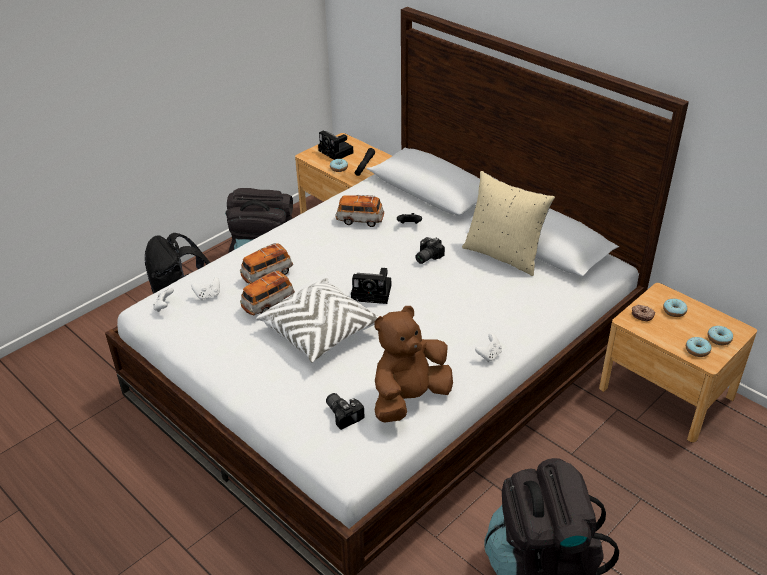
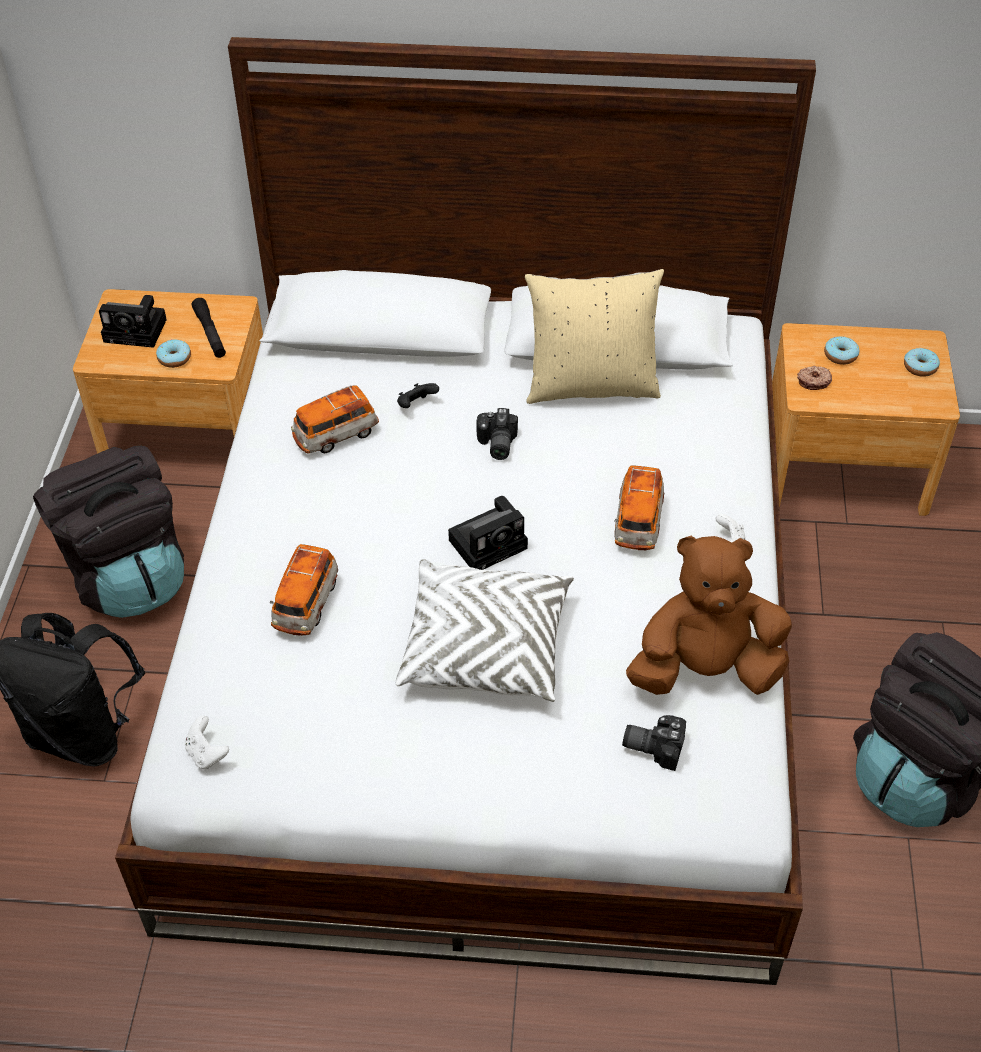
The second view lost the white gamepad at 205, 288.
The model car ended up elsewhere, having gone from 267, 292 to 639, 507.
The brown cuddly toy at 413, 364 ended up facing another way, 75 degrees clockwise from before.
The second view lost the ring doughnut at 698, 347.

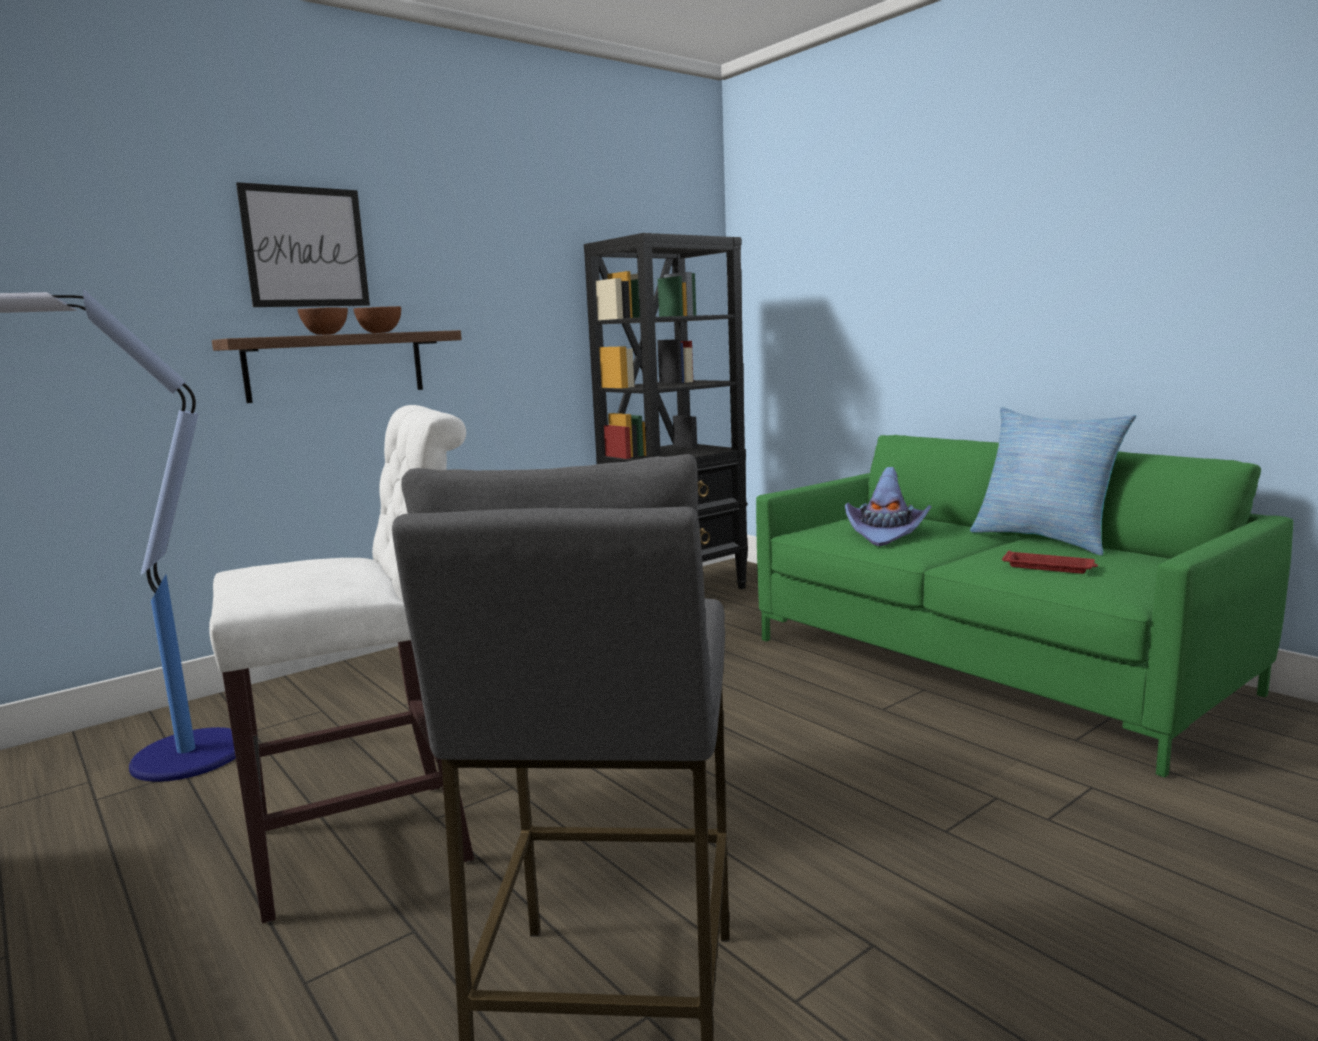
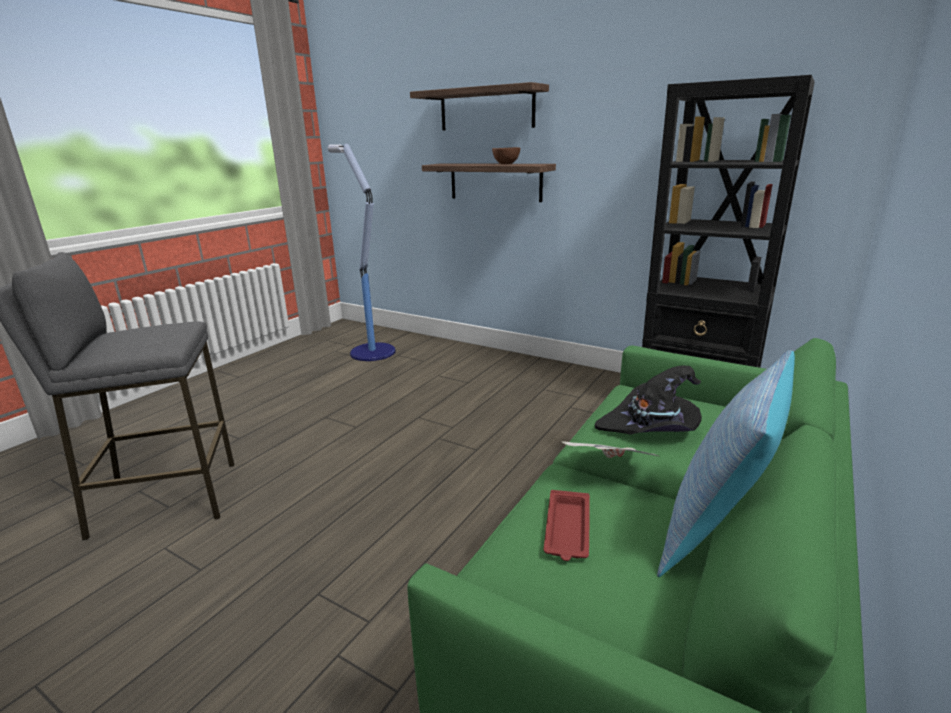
The second view lost the white stool at 341, 664.
Where the picture hung at 303, 244, the wall shelf came to hang at 479, 106.
The second view lost the brown deep dish at 322, 321.
What was the purple-coloured wearable hat at 888, 506 turned into the black-coloured wearable hat at 648, 400.
The second view gained the newspaper at 611, 449.

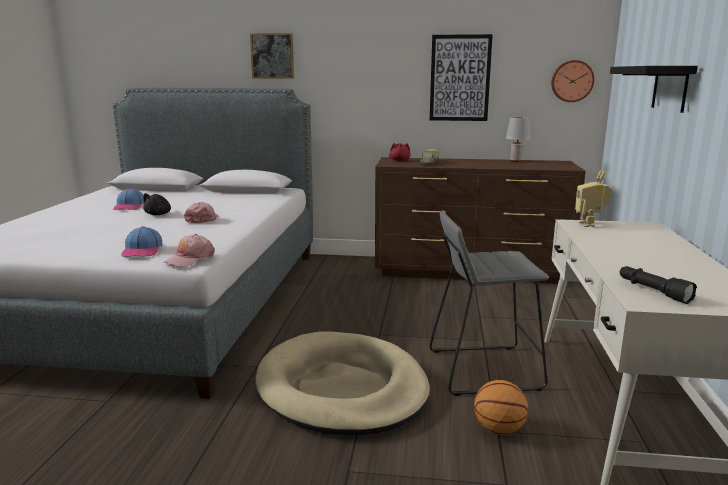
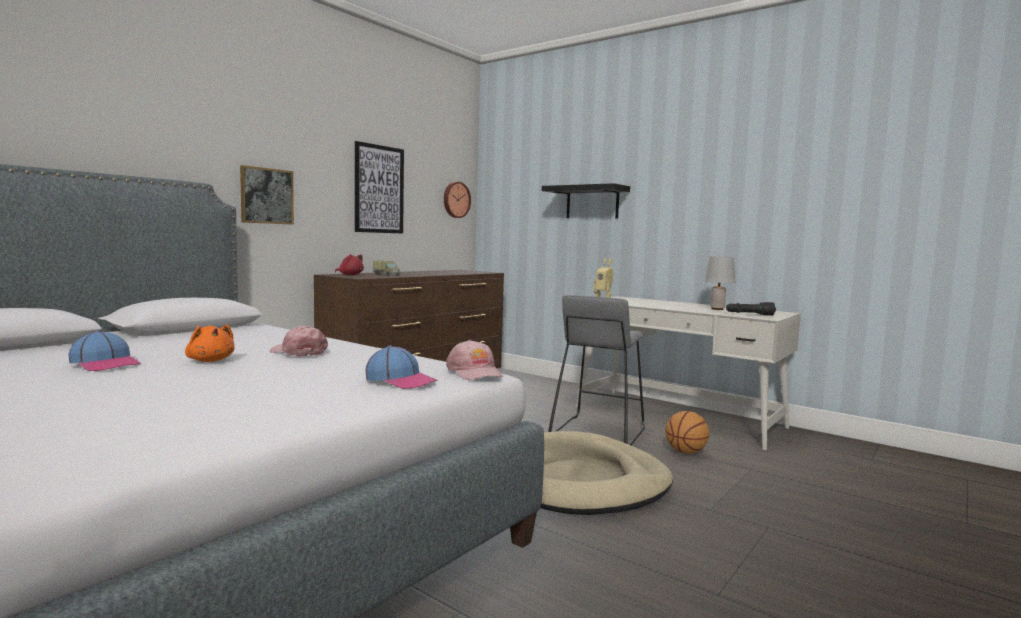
What was the black-coloured cuddly toy at 157, 204 turned into the orange cuddly toy at 210, 343.
The picture ended up elsewhere, having gone from 272, 55 to 267, 195.
The grey table lamp ended up elsewhere, having gone from 518, 139 to 720, 283.

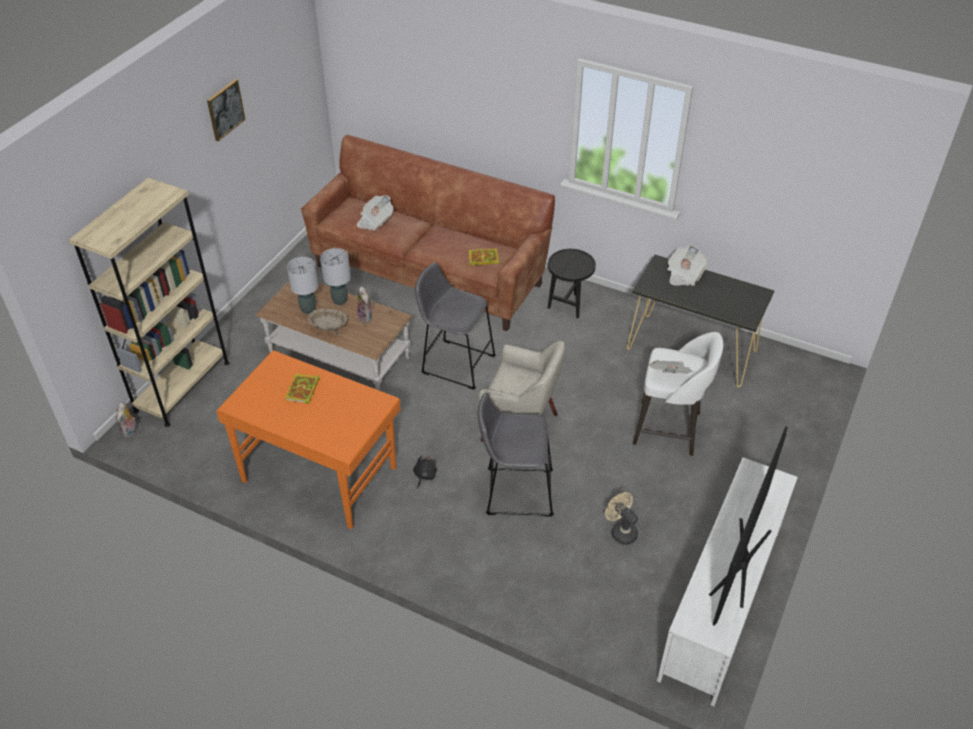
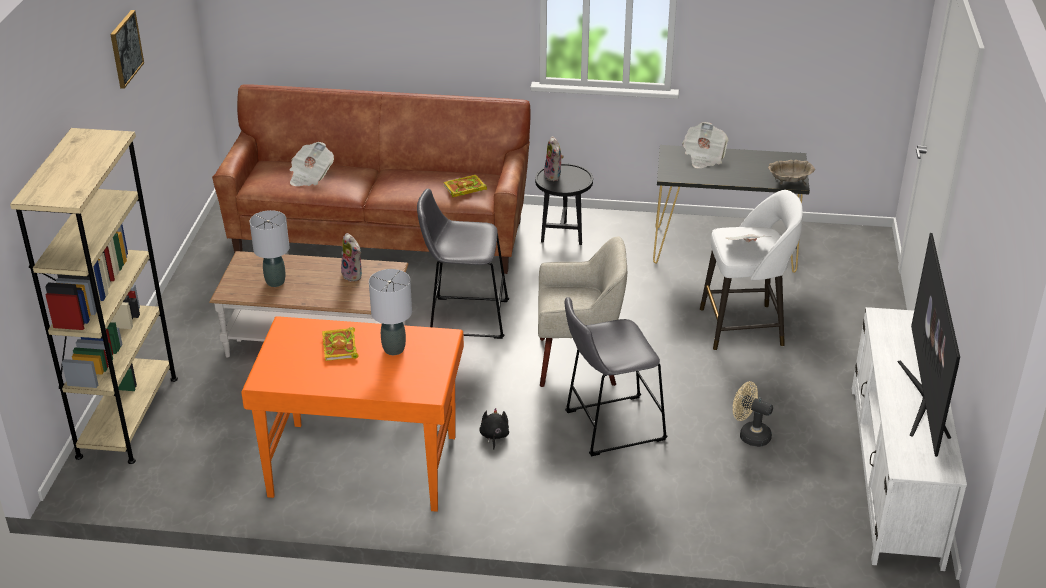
The cuddly toy ended up elsewhere, having gone from 126, 420 to 554, 158.
The beige deep dish ended up elsewhere, having gone from 327, 321 to 791, 173.
The grey table lamp ended up elsewhere, having gone from 335, 276 to 390, 312.

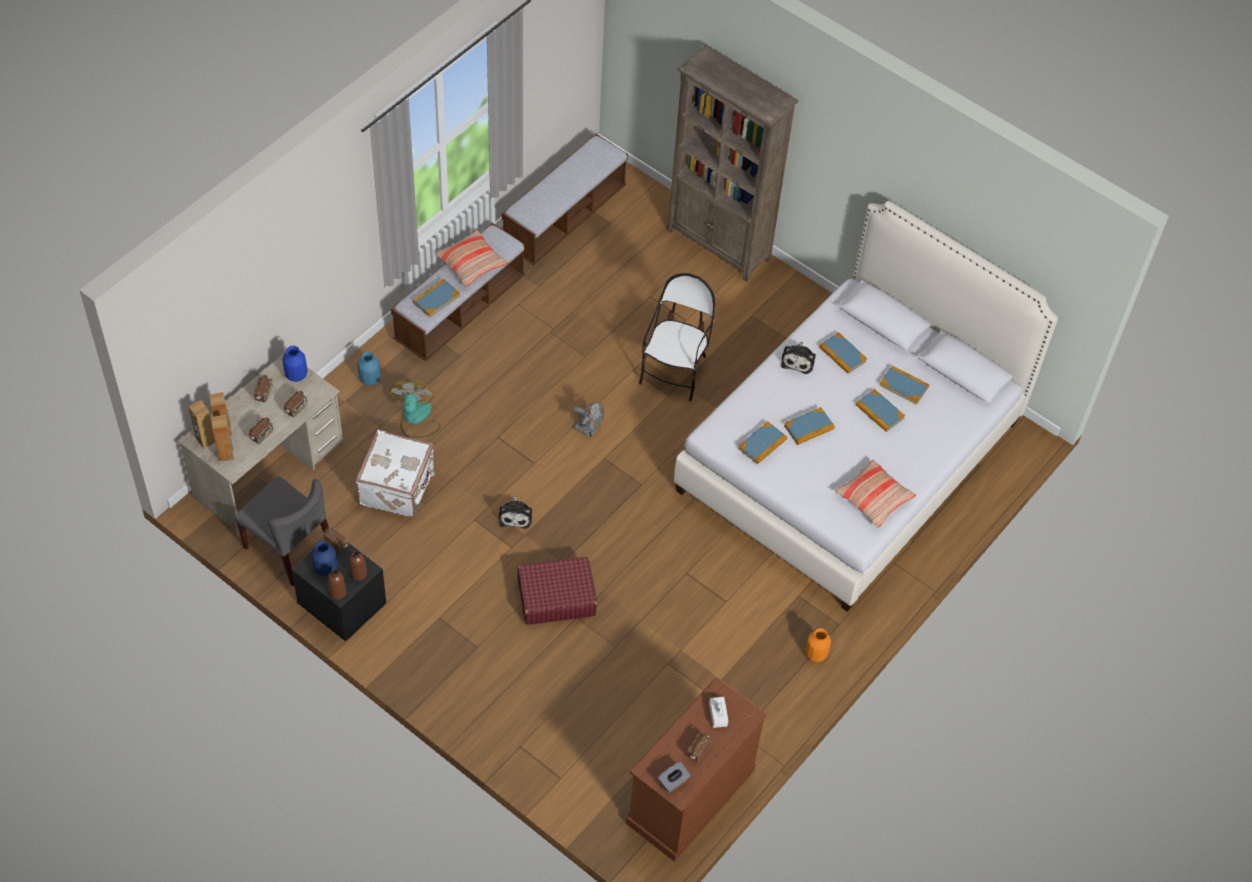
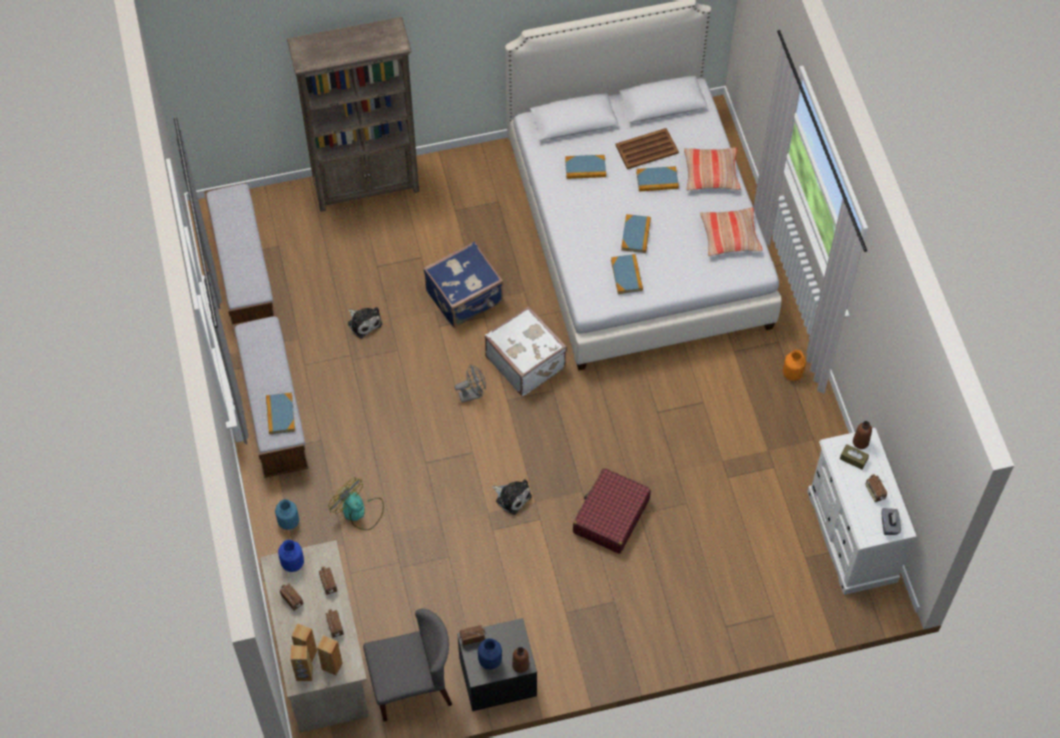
The brown drink bottle ended up elsewhere, having gone from 358, 565 to 862, 435.
The white piece of luggage ended up elsewhere, having gone from 396, 474 to 526, 351.
The pillow ended up elsewhere, having gone from 471, 258 to 712, 169.
What was the brown dresser at 696, 770 turned into the white dresser at 862, 511.
Where the plain chair stood at 677, 337, the blue piece of luggage came to stand at 463, 285.
What was the white tissue holder at 718, 712 turned into the brown tissue holder at 854, 457.
The cuddly toy ended up elsewhere, having gone from 798, 357 to 365, 323.
Where the book stood at 904, 385, the brown tray came to stand at 647, 148.

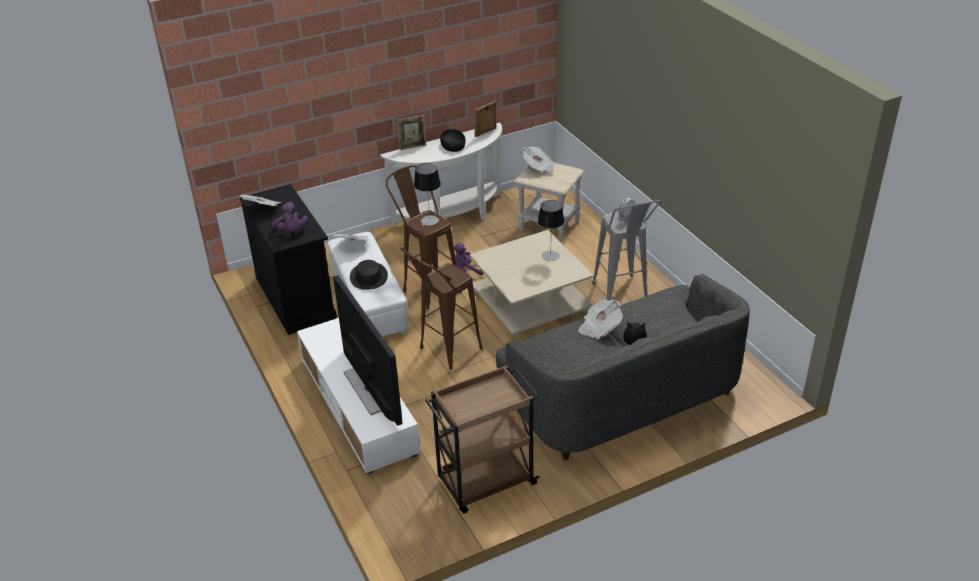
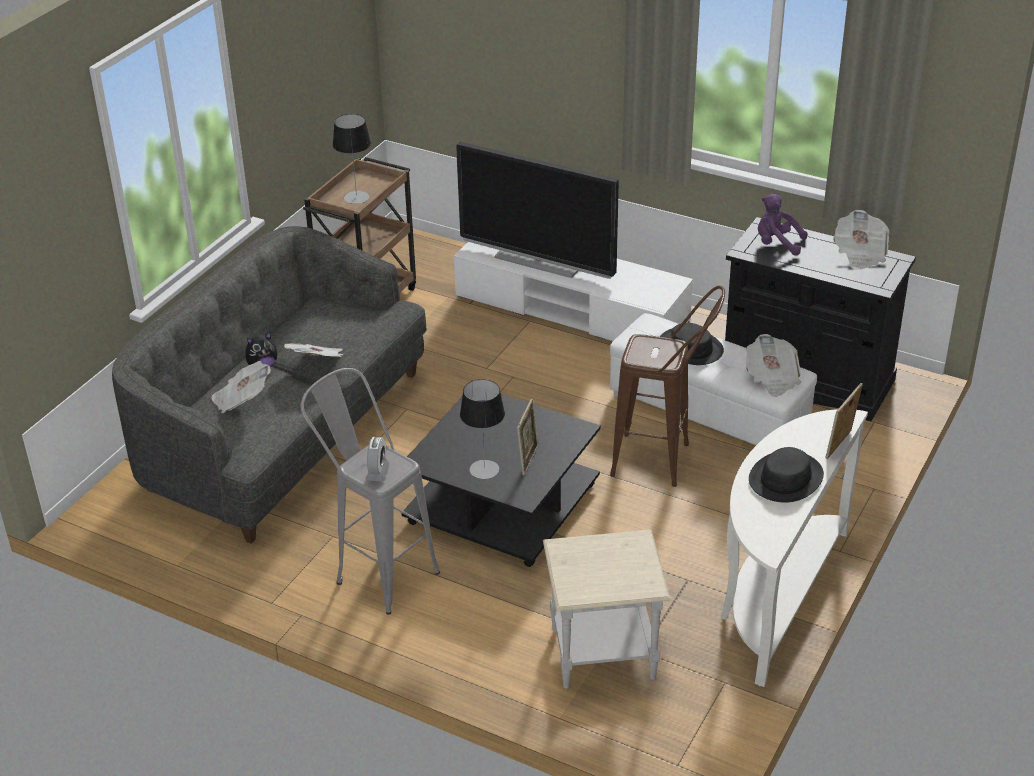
The second view lost the brown stool at 441, 308.
The table lamp ended up elsewhere, having gone from 427, 194 to 352, 159.
Where the black-coloured deep dish stood at 453, 140, the black-coloured wearable hat came to stand at 786, 475.
The second view lost the purple-coloured cuddly toy at 469, 259.
What was the beige coffee table at 531, 284 turned into the black-coloured coffee table at 501, 480.
The picture frame ended up elsewhere, having gone from 486, 119 to 527, 437.
The newspaper ended up elsewhere, having gone from 538, 160 to 241, 387.

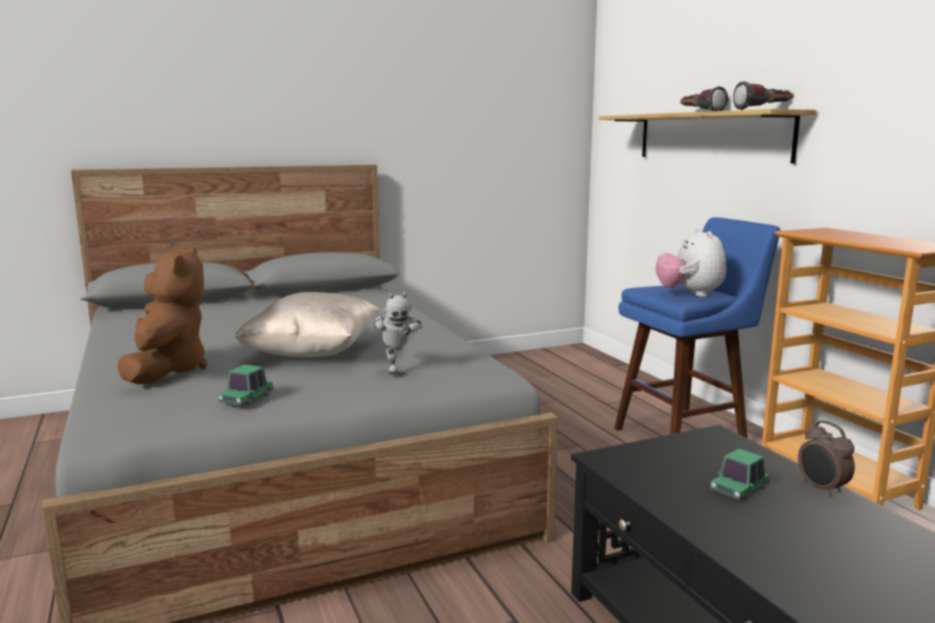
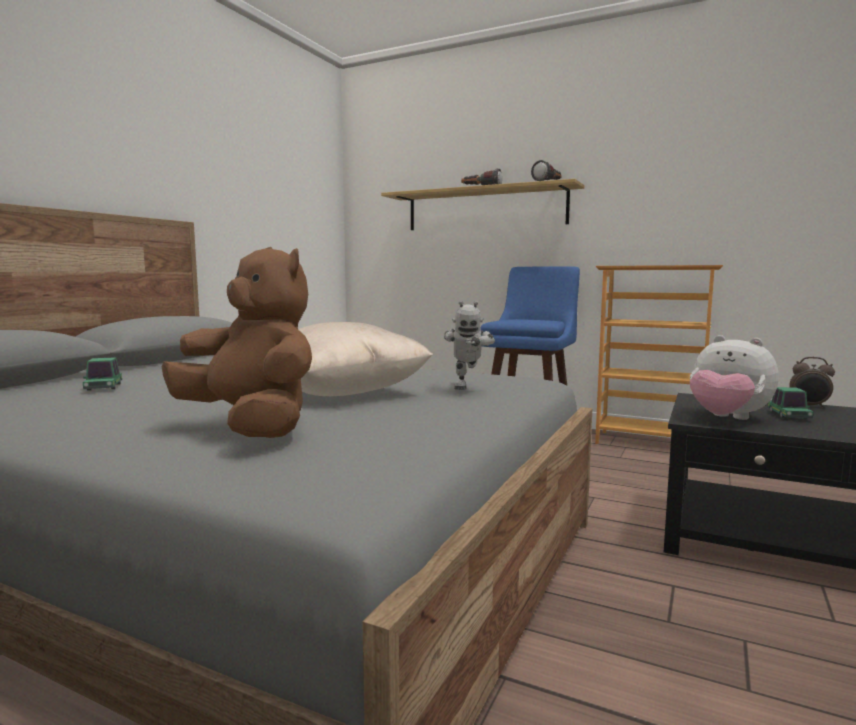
The model car ended up elsewhere, having gone from 246, 385 to 102, 374.
The toy robot at 398, 333 ended up facing another way, 60 degrees clockwise from before.
The cuddly toy ended up elsewhere, having gone from 690, 262 to 734, 377.

